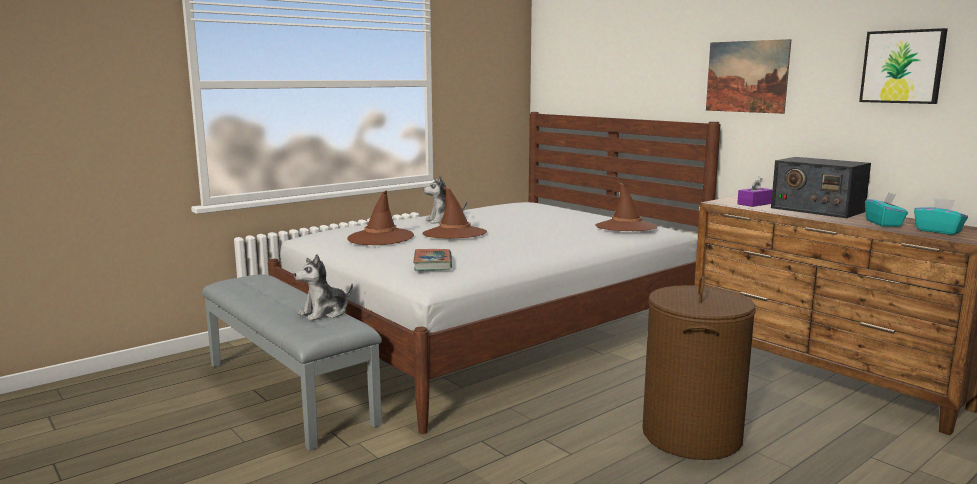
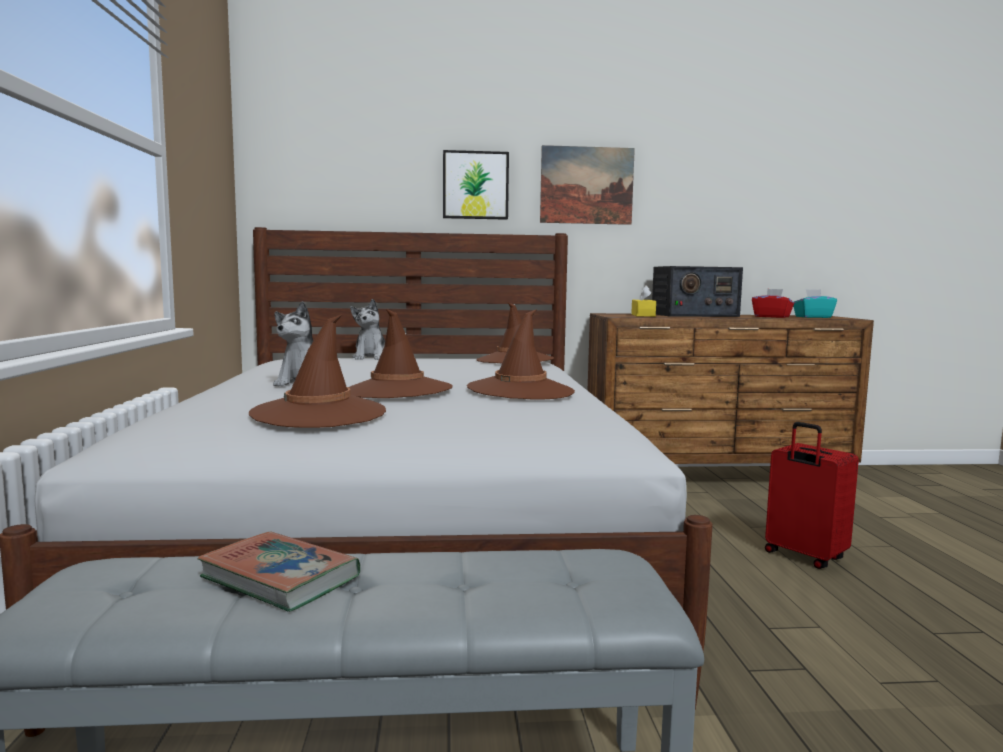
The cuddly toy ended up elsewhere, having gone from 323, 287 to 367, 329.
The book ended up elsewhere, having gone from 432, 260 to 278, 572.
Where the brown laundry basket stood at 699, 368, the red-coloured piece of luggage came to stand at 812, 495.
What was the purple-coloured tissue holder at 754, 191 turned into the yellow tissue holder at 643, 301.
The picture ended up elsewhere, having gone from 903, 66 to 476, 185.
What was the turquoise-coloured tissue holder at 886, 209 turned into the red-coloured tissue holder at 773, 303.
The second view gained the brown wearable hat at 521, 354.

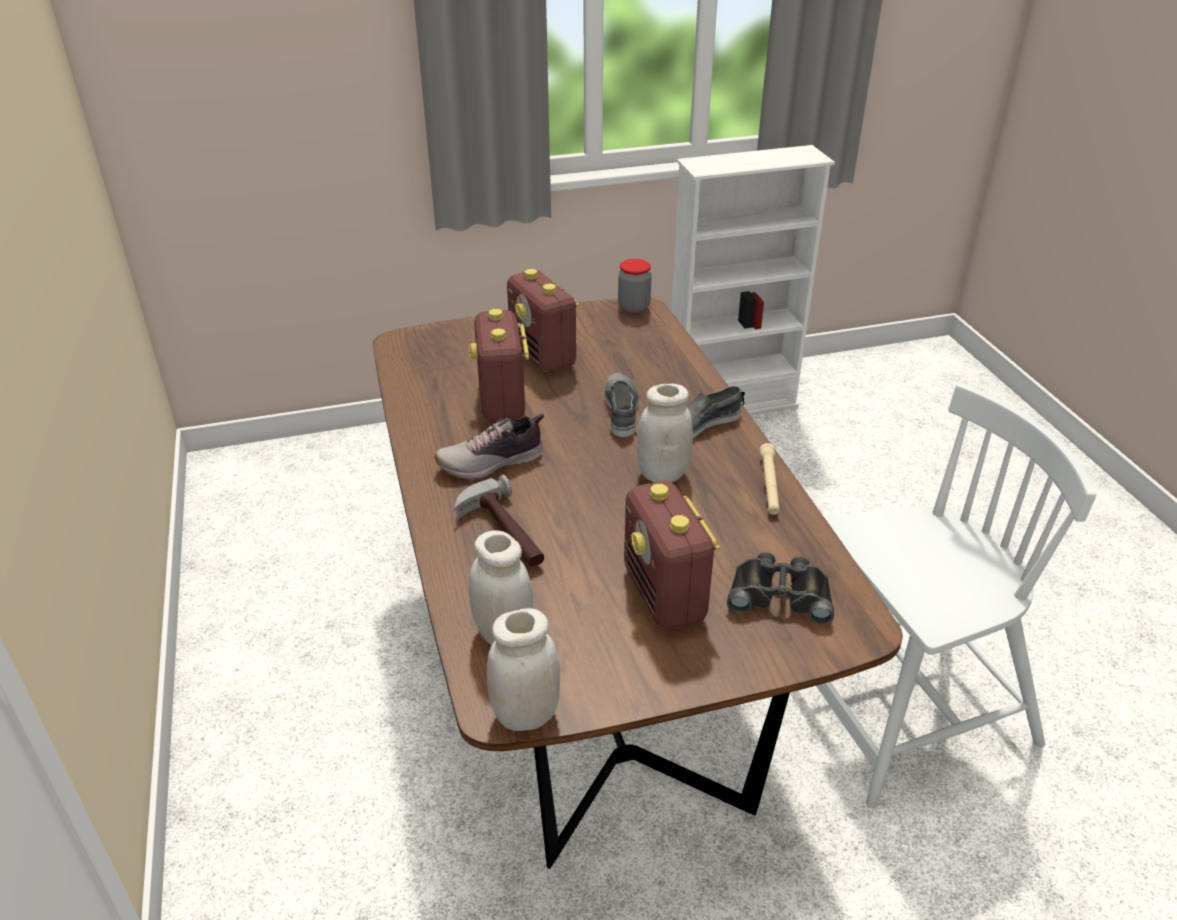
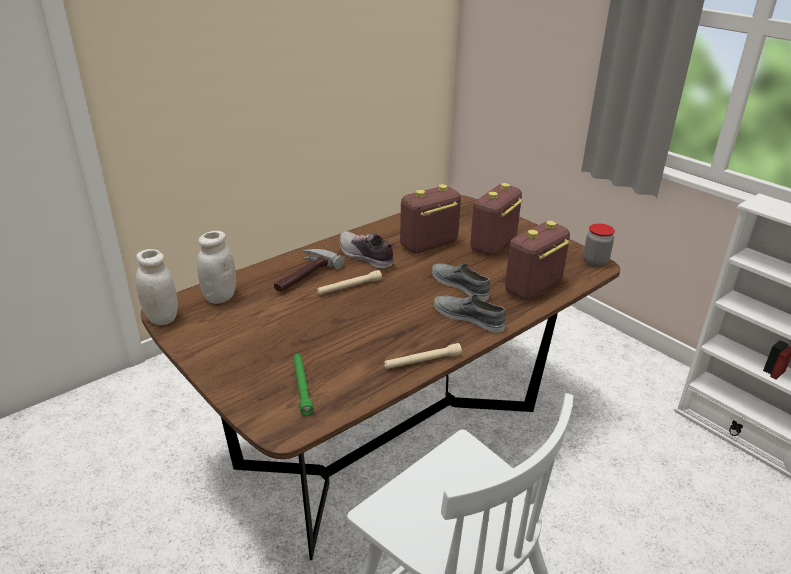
The grey shoe at 622, 405 ended up facing another way, 105 degrees counterclockwise from before.
The radio set ended up elsewhere, having gone from 672, 555 to 537, 261.
The second view lost the white preserve jar at 665, 433.
Where the black-coloured pair of binoculars stood at 780, 588, the green hand torch came to stand at 303, 384.
The second view gained the beige hand torch at 349, 282.

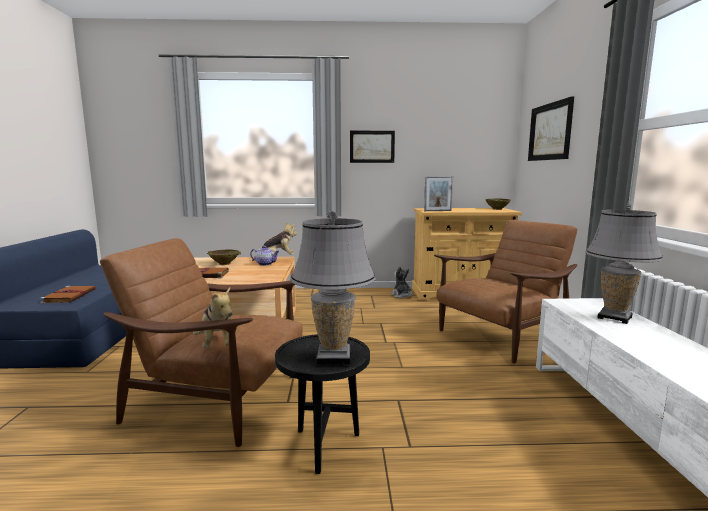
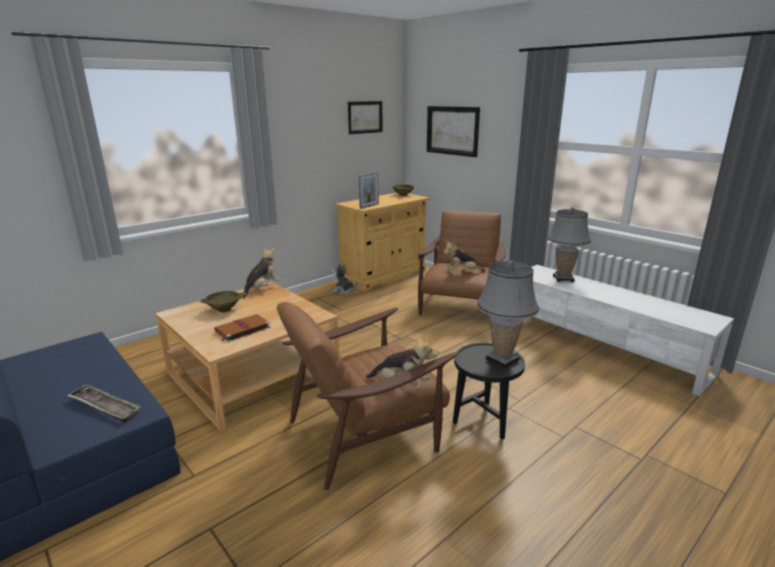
Where the brown book stood at 68, 295, the tray came to stand at 104, 404.
The second view lost the pot for tea at 265, 256.
The picture ended up elsewhere, having gone from 372, 147 to 365, 117.
The second view gained the cuddly toy at 464, 256.

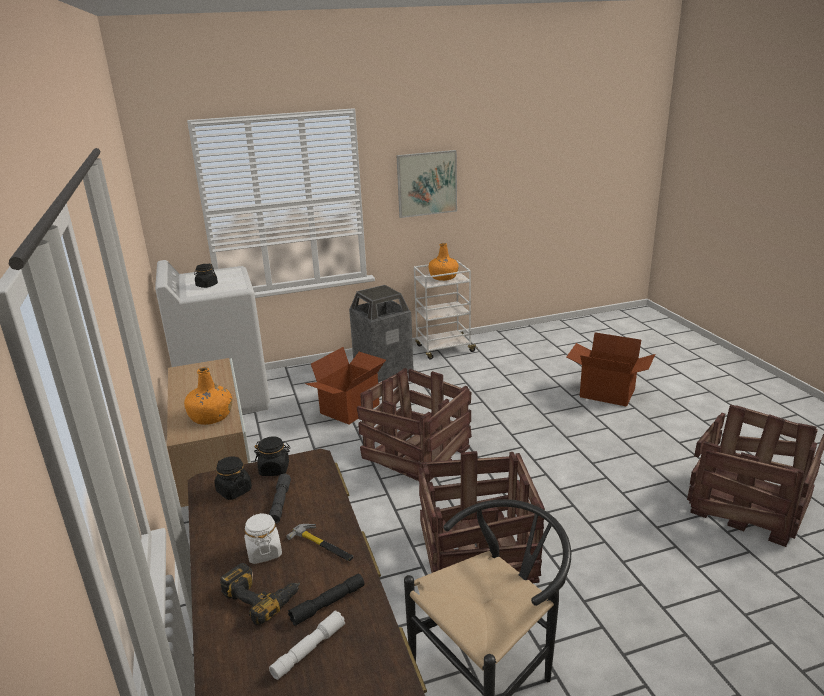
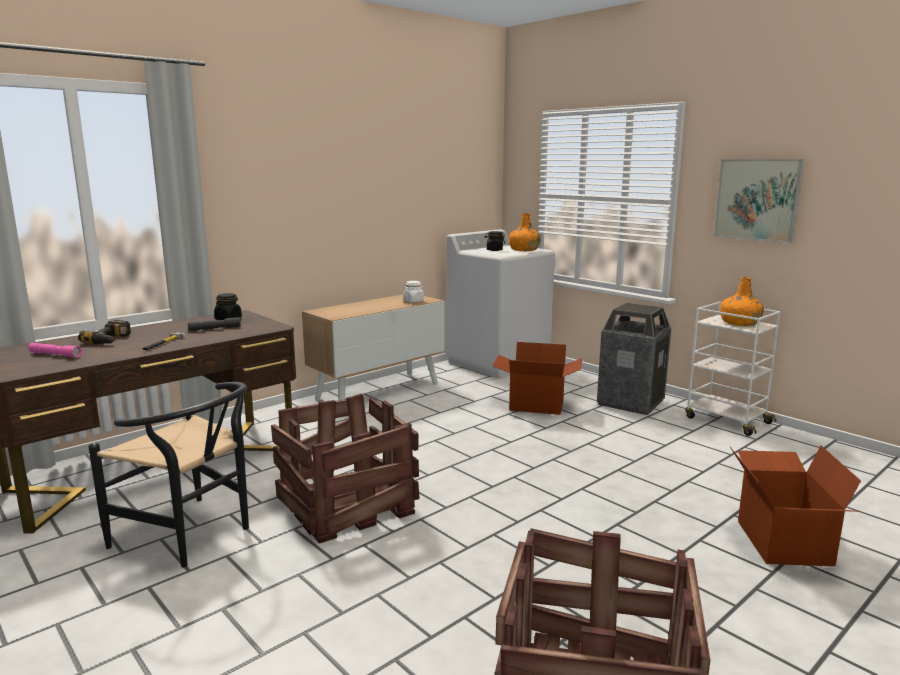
The orange drink bottle ended up elsewhere, having gone from 208, 396 to 525, 232.
The white preserve jar ended up elsewhere, having gone from 263, 538 to 413, 292.
The second view lost the black-coloured preserve jar at 272, 456.
What was the white hand torch at 307, 645 turned into the pink hand torch at 55, 350.
The second view lost the black-coloured hand torch at 326, 600.
The second view lost the crate at 414, 424.

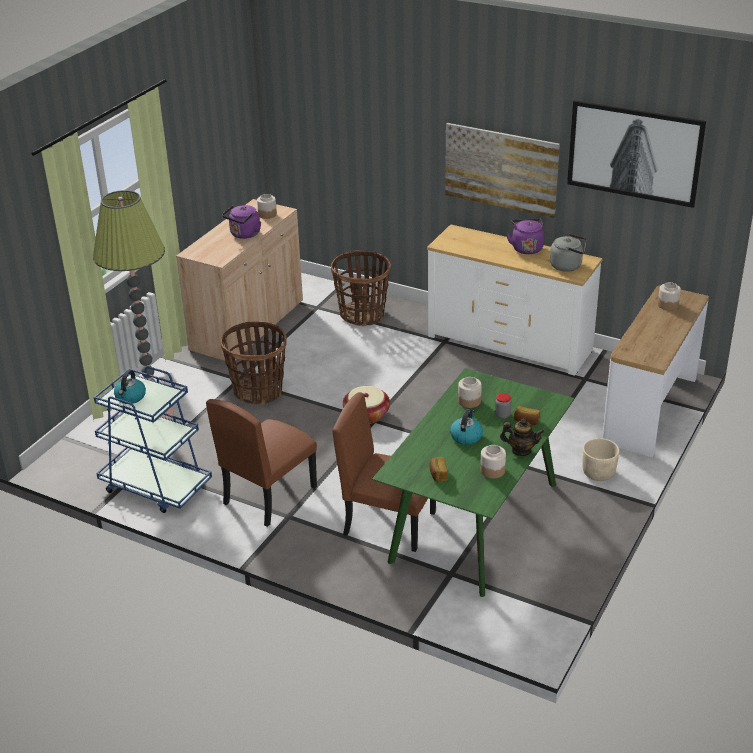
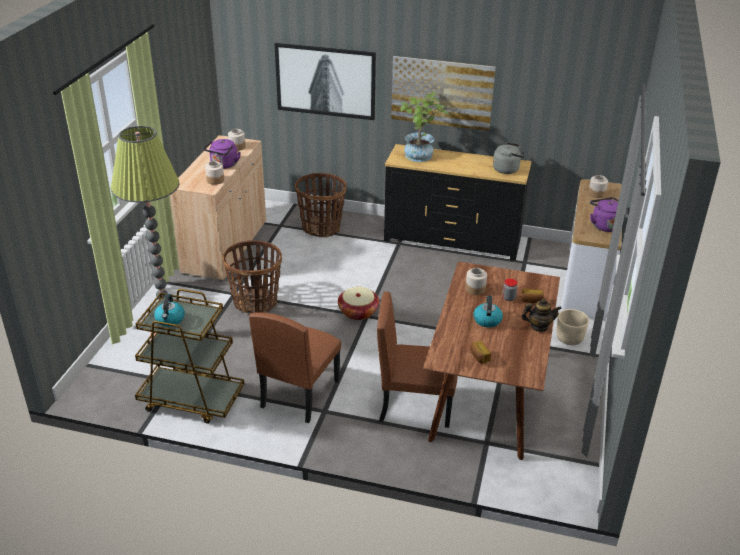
What was the blue wheeled cart at 153, 439 turned into the brown wheeled cart at 189, 356.
What was the green kitchen table at 473, 482 turned into the brown kitchen table at 491, 360.
What was the white dresser at 515, 300 turned into the black-coloured dresser at 458, 202.
The preserve jar ended up elsewhere, having gone from 493, 462 to 214, 173.
The purple-coloured kettle ended up elsewhere, having gone from 525, 236 to 604, 214.
The picture ended up elsewhere, having gone from 636, 154 to 325, 81.
The second view gained the potted plant at 424, 127.

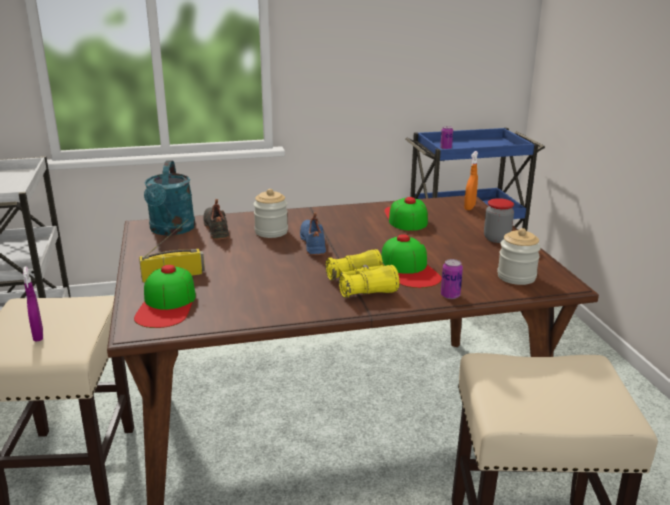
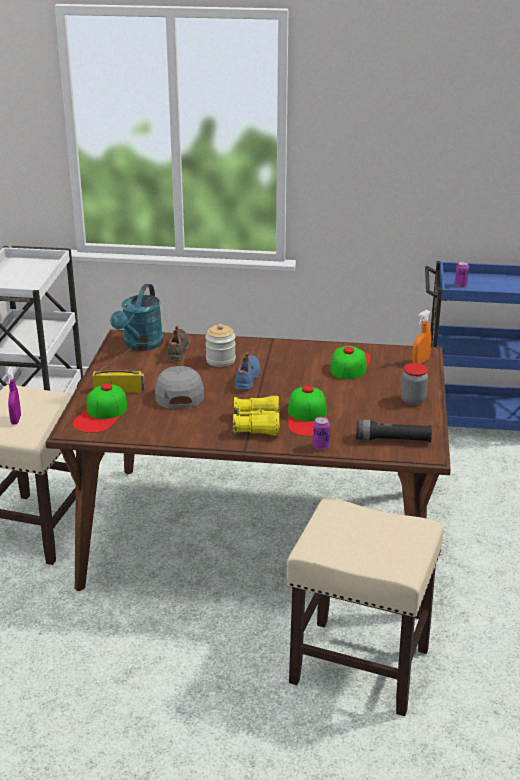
Where the preserve jar stood at 519, 256, the black-coloured hand torch came to stand at 394, 431.
The second view gained the grey peaked cap at 179, 387.

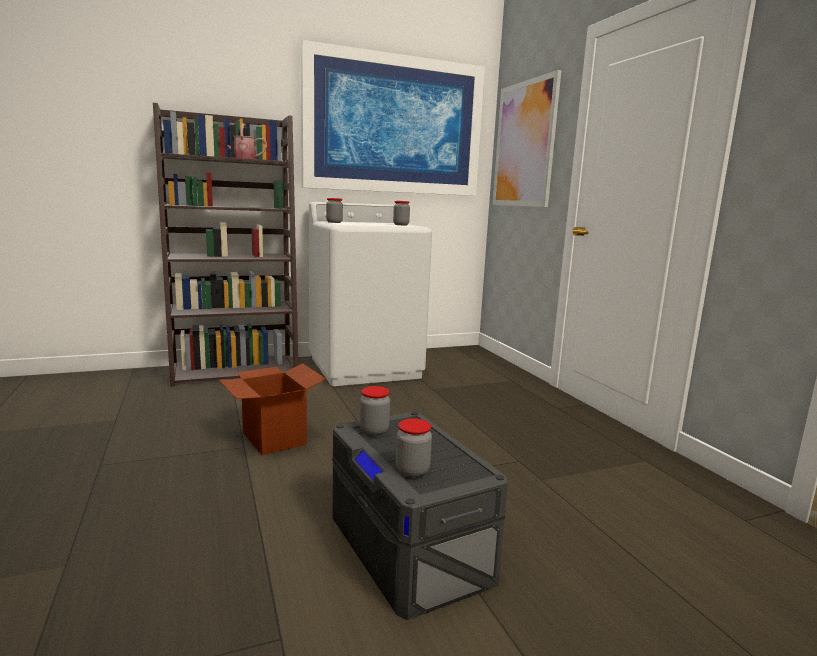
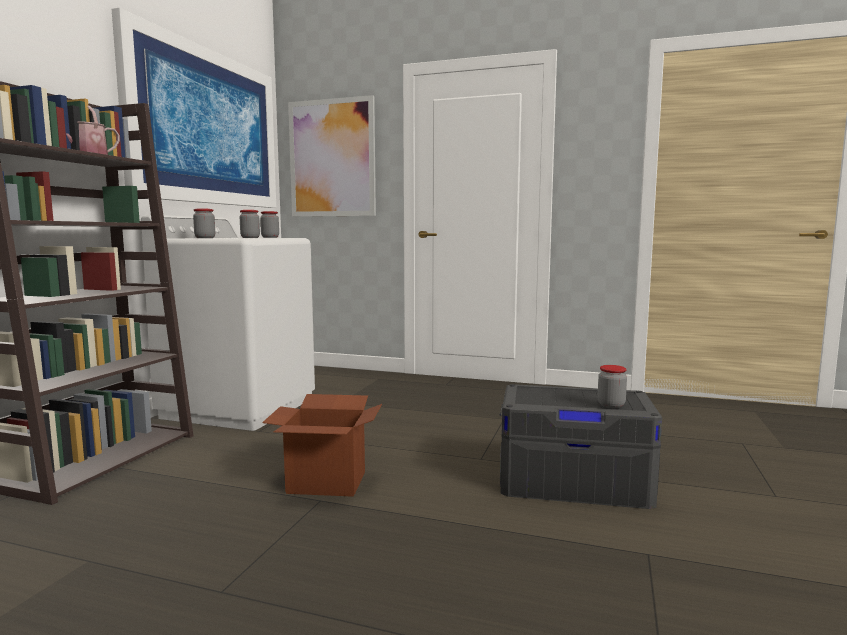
The preserve jar ended up elsewhere, having gone from 375, 411 to 250, 224.

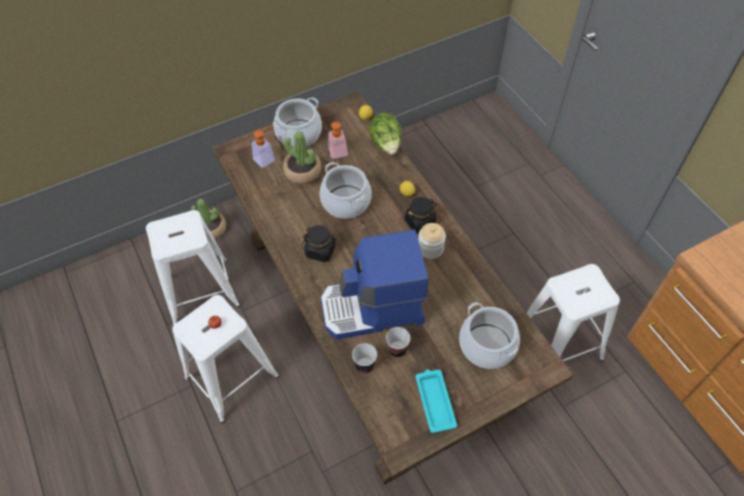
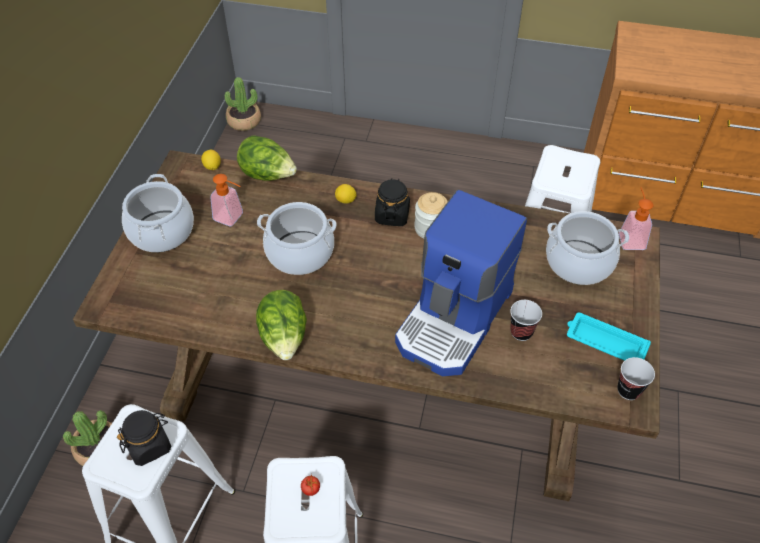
The soap dispenser ended up elsewhere, having gone from 263, 146 to 636, 218.
The potted plant ended up elsewhere, having gone from 302, 157 to 243, 104.
The black-coloured preserve jar ended up elsewhere, having gone from 320, 243 to 144, 438.
The drinking cup ended up elsewhere, having gone from 364, 358 to 636, 378.
The second view gained the lettuce head at 281, 325.

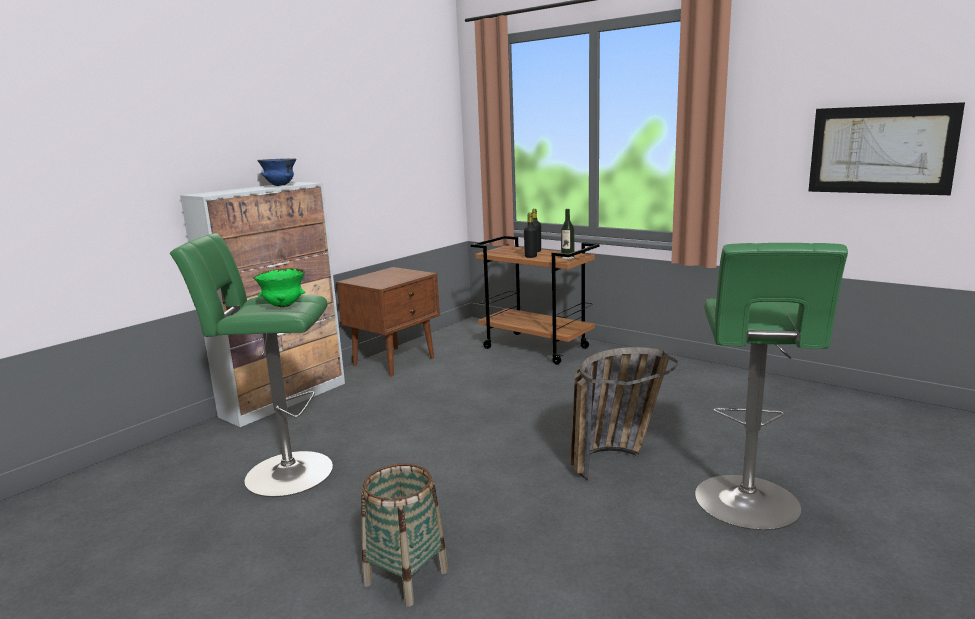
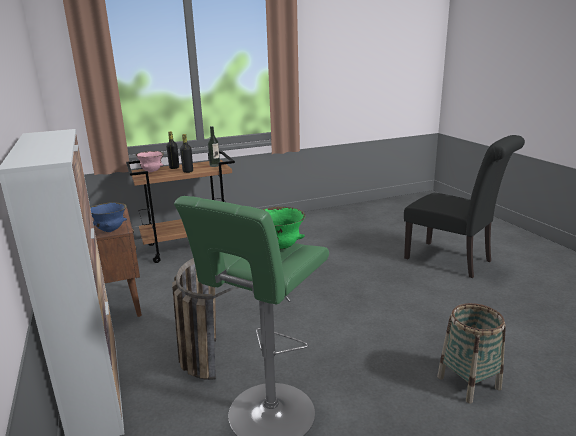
The blue deep dish ended up elsewhere, having gone from 276, 172 to 108, 217.
The basket ended up elsewhere, having gone from 624, 414 to 205, 319.
Where the green stool stood at 771, 386, the black-coloured plain chair came to stand at 464, 206.
The second view lost the picture at 886, 148.
The second view gained the pink deep dish at 150, 162.

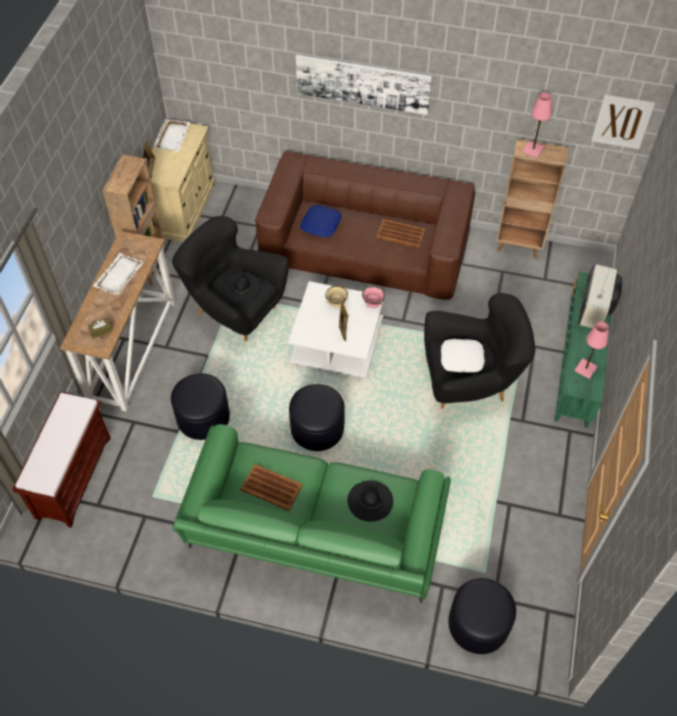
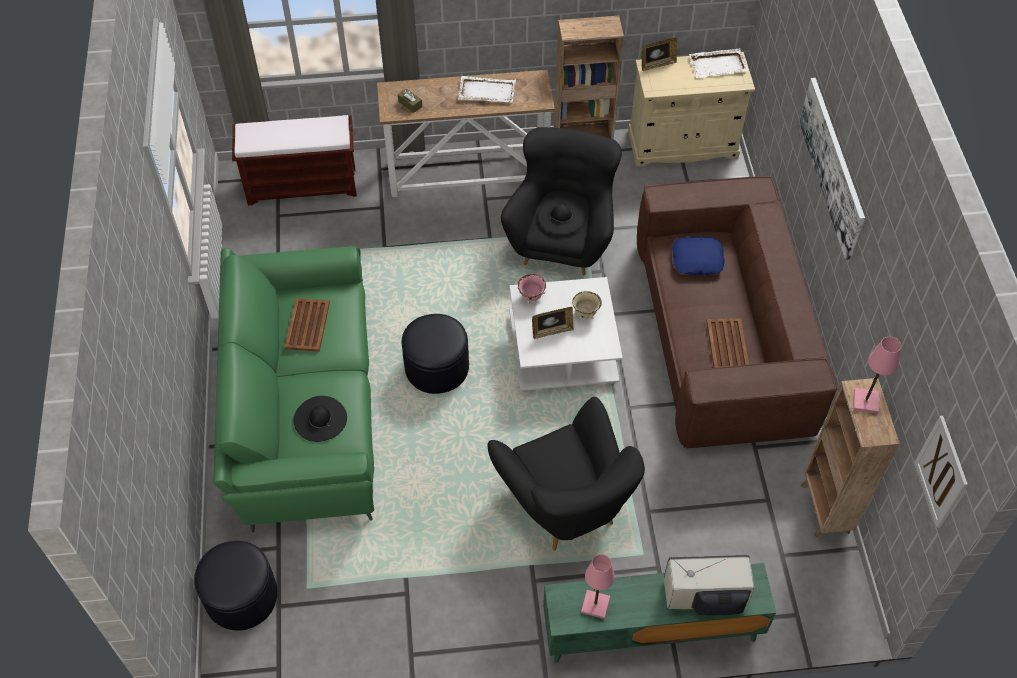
The second view lost the black-coloured footrest at 200, 406.
The pink deep dish ended up elsewhere, having gone from 373, 297 to 532, 288.
The second view lost the white pillow at 463, 356.

